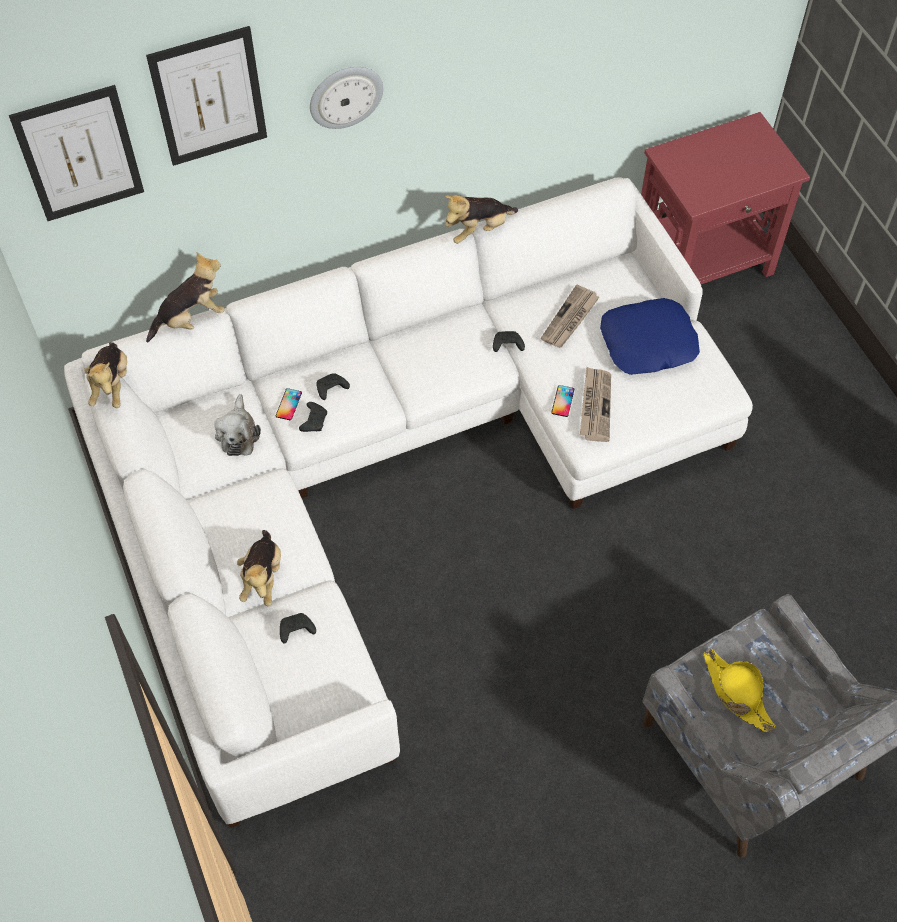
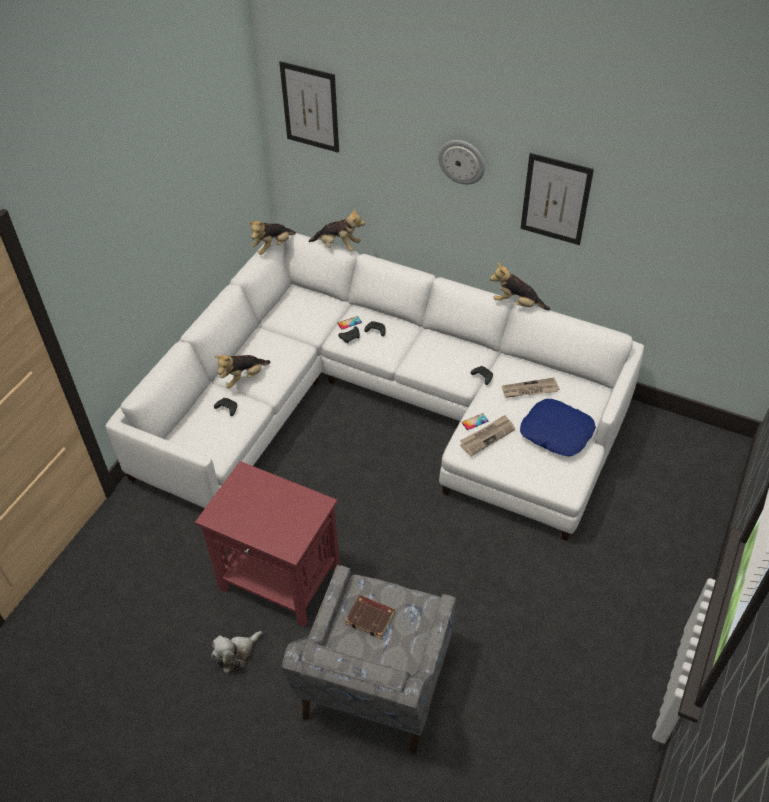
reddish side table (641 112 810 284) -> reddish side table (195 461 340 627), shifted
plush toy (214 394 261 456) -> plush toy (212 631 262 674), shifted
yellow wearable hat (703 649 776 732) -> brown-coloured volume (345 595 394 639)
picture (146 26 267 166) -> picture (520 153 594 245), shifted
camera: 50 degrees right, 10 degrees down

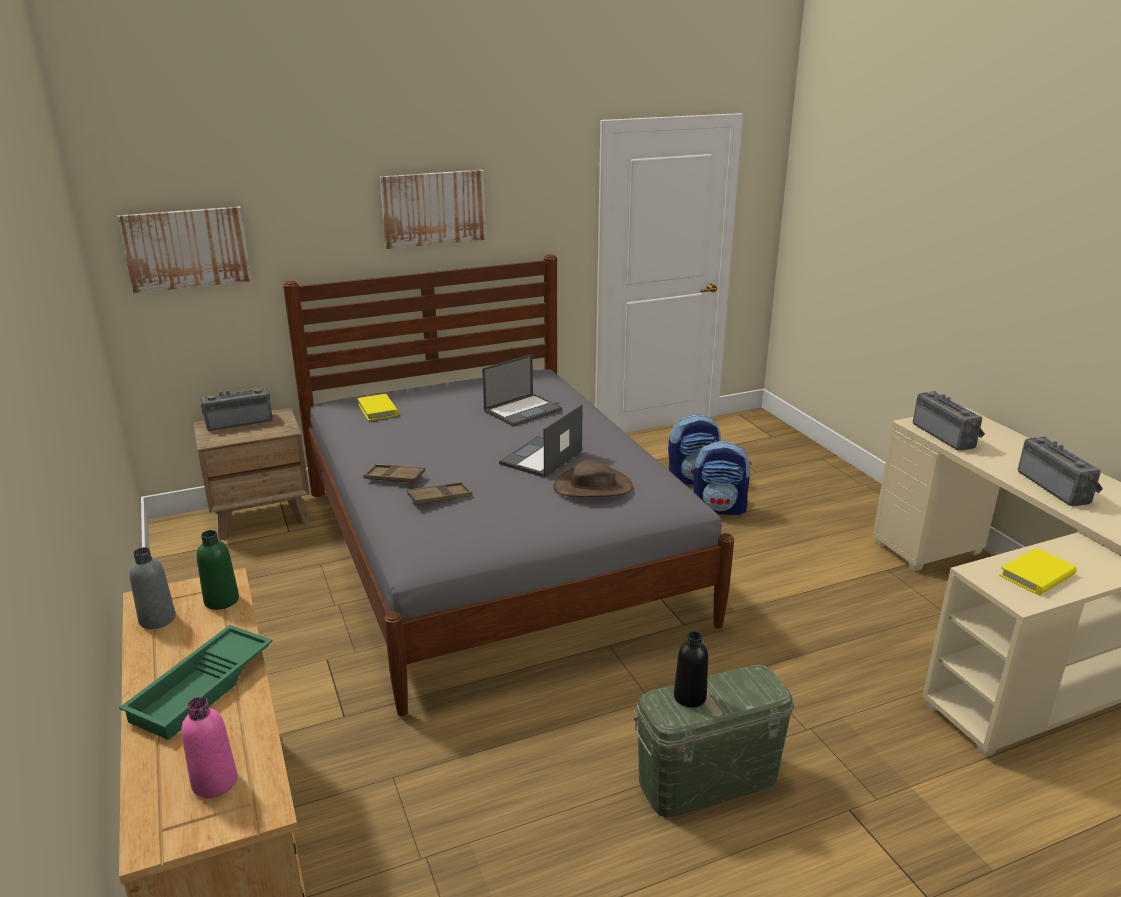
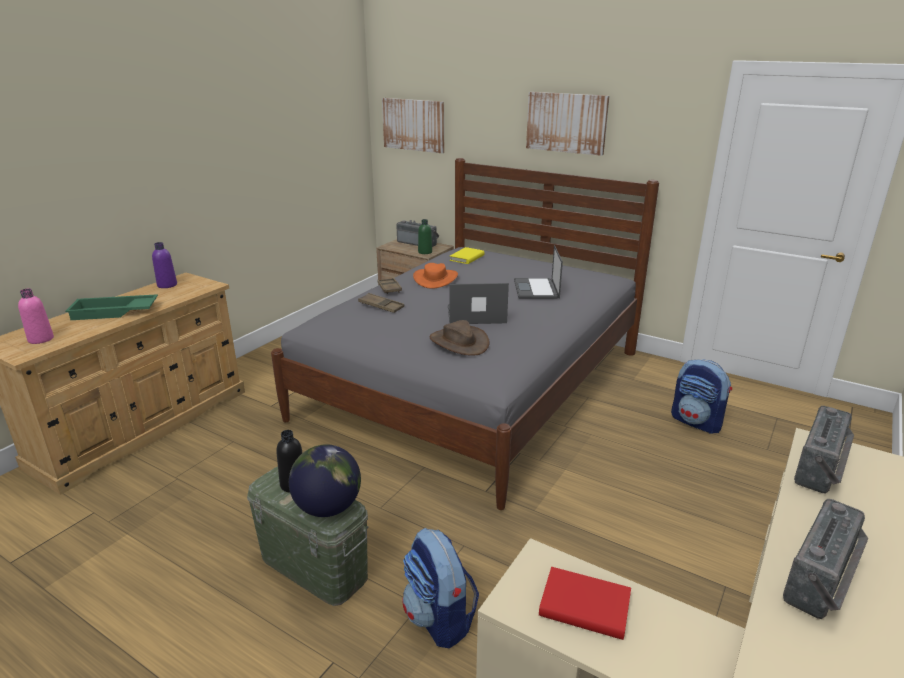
greyish bottle (129 547 176 629) -> purple bottle (152 242 177 288)
none -> world globe (289 444 361 517)
backpack (693 441 752 516) -> backpack (403 528 479 648), shifted
none -> orange wearable hat (413 263 458 289)
green bottle (197 530 239 610) -> green bottle (418 219 432 254), shifted
notebook computer (482 354 562 427) -> notebook computer (514 245 563 299), 75 degrees clockwise
yellow volume (999 548 1077 595) -> reddish volume (539 567 631 640)
camera: 55 degrees right, 0 degrees up

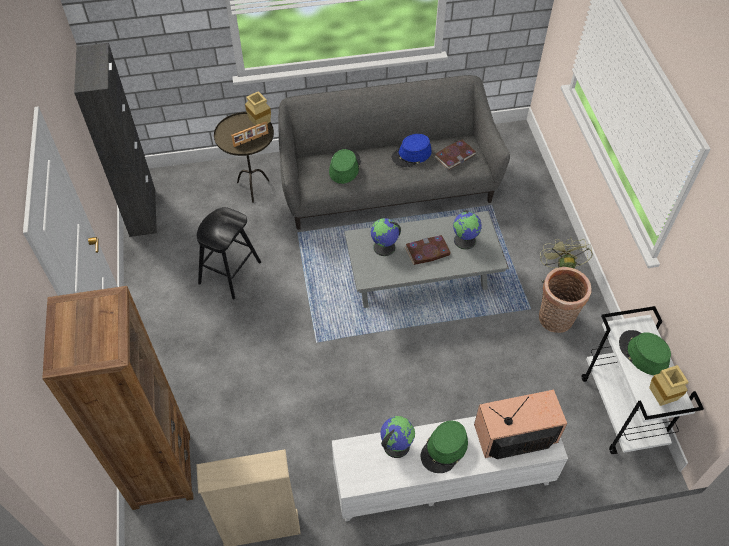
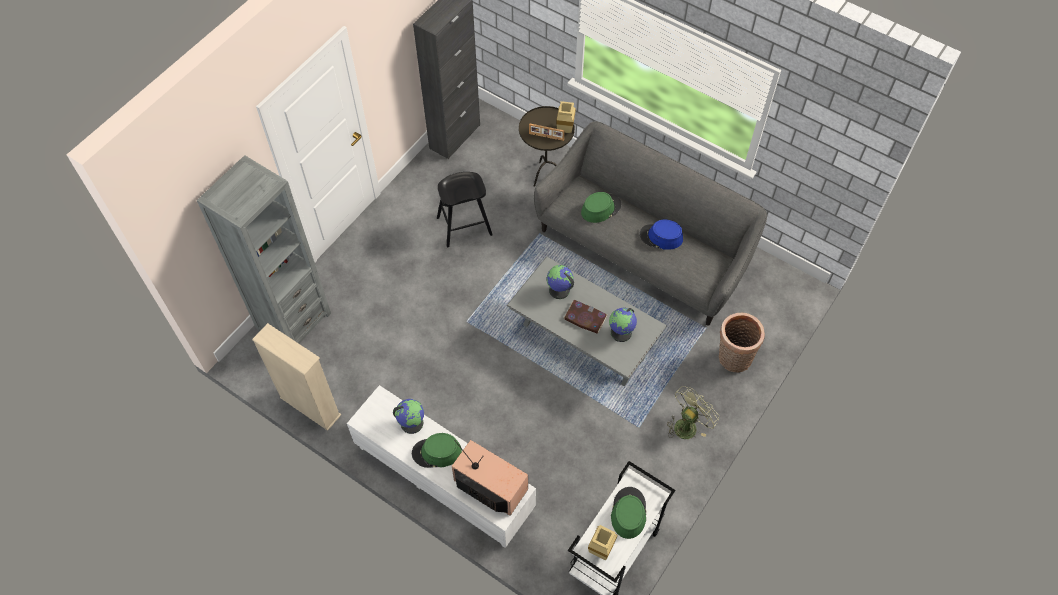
brown-coloured bookshelf (42 286 194 510) -> greyish bookshelf (197 155 331 344)
basket (539 267 592 333) -> basket (719 313 765 373), shifted
volume (435 140 476 170) -> none
camera: 45 degrees right, 5 degrees up

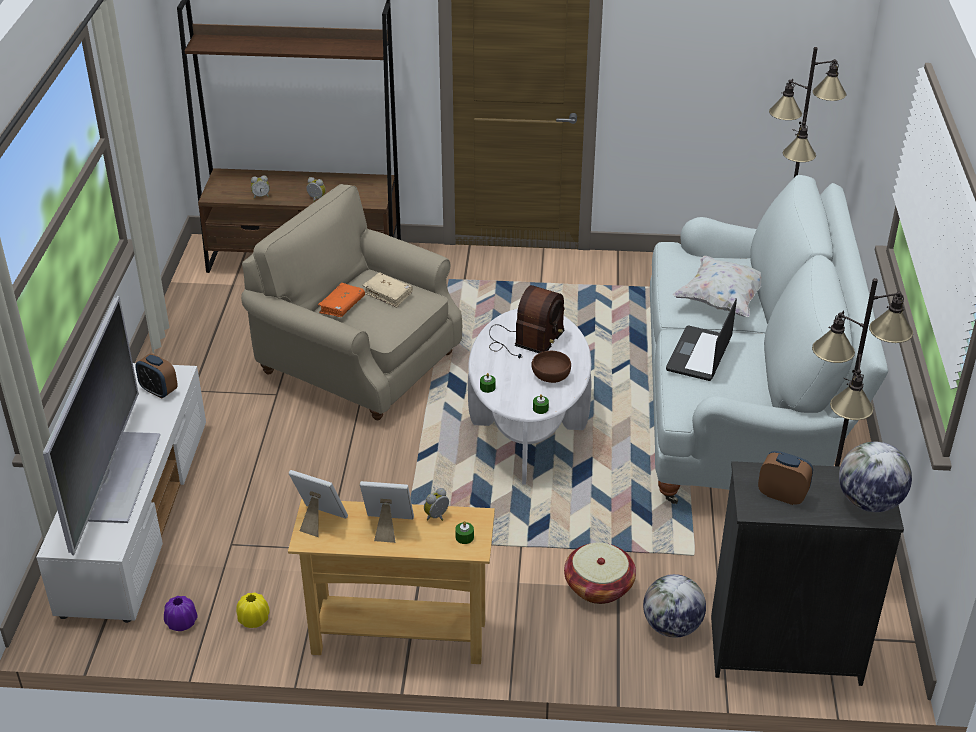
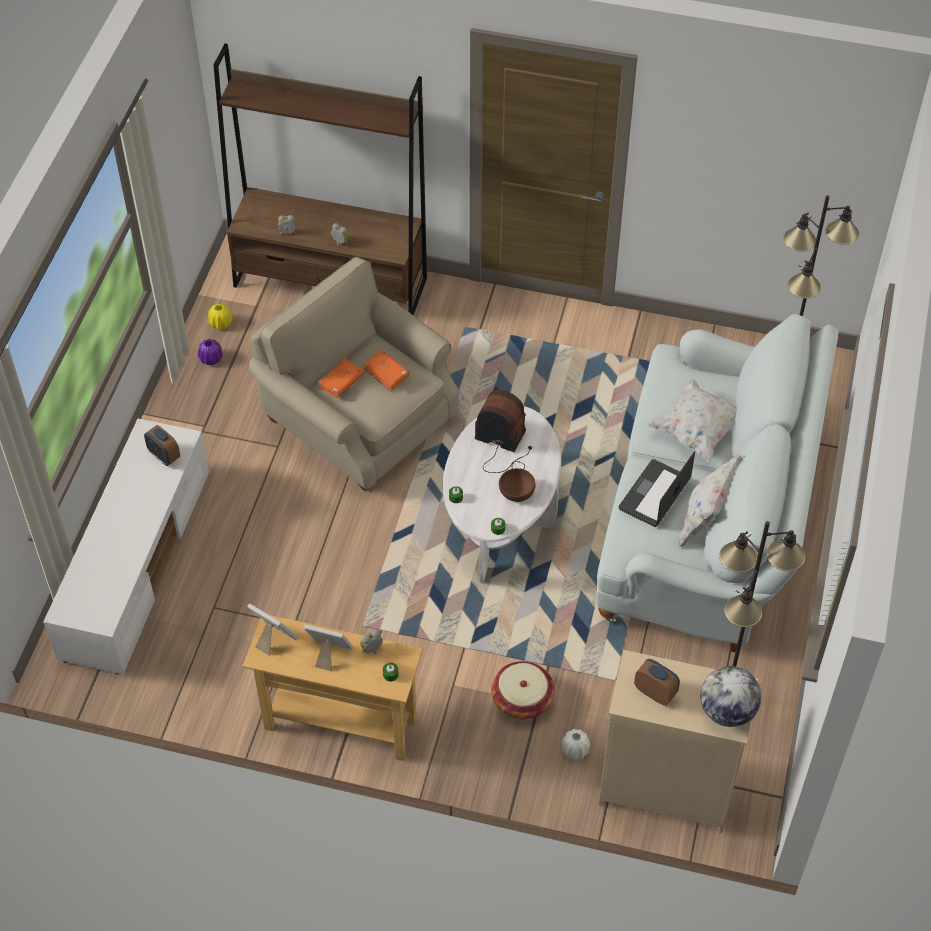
purple vase (164 596 197 631) -> purple vase (198 339 223 365), shifted
yellow vase (236 592 270 628) -> yellow vase (208 304 233 329), shifted
sand-coloured volume (363 272 413 308) -> orange volume (363 350 410 392)
radio set (489 285 565 358) -> radio set (475 390 532 473), 105 degrees counterclockwise
world globe (643 574 706 638) -> whitish vase (561 729 590 760)
blackish drawer chest (711 461 904 686) -> sand-coloured drawer chest (598 650 758 833)
none -> whitish cushion (679 453 741 546)
TV set (43 296 161 555) -> none
camera: 10 degrees right, 15 degrees up

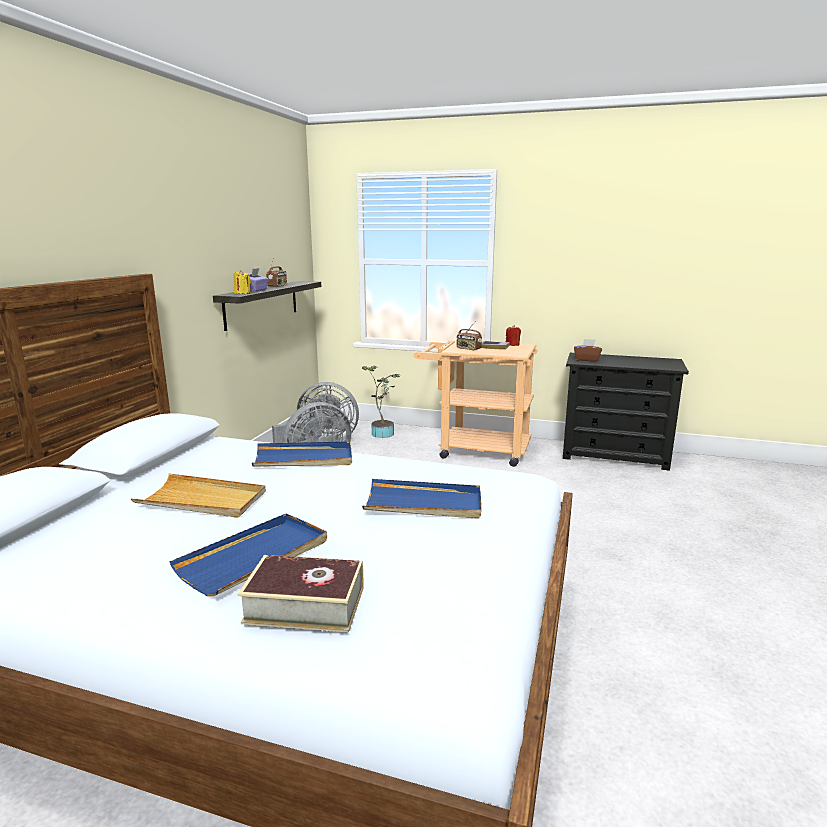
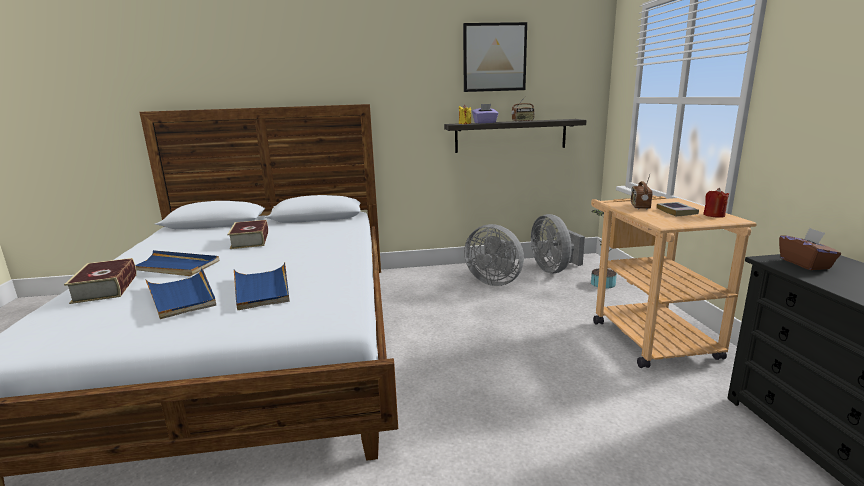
blue carrying tray (252 441 352 467) -> blue carrying tray (145 268 216 319), shifted
sand-coloured carrying tray (131 473 266 518) -> volume (227 220 268 249)
none -> picture (463 22 527 92)
camera: 65 degrees right, 0 degrees up

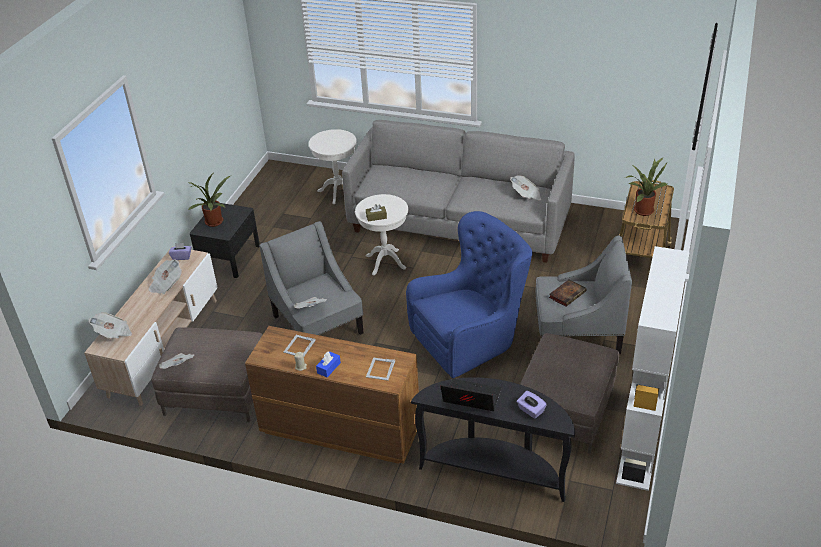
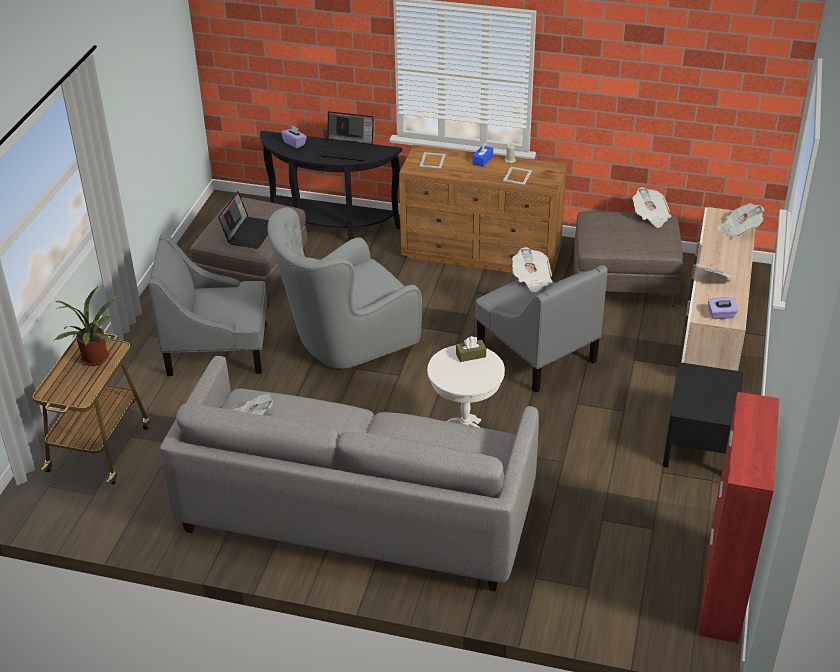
none -> notebook computer (218 191 269 249)
blue armchair (406 211 533 378) -> greyish armchair (267 207 422 369)
none -> reddish storage cabinet (698 392 779 643)
potted plant (187 172 230 227) -> none
whitish side table (309 129 357 204) -> none
volume (549 279 586 307) -> none
whitish bookshelf (616 246 690 491) -> none
camera: 175 degrees right, 0 degrees up

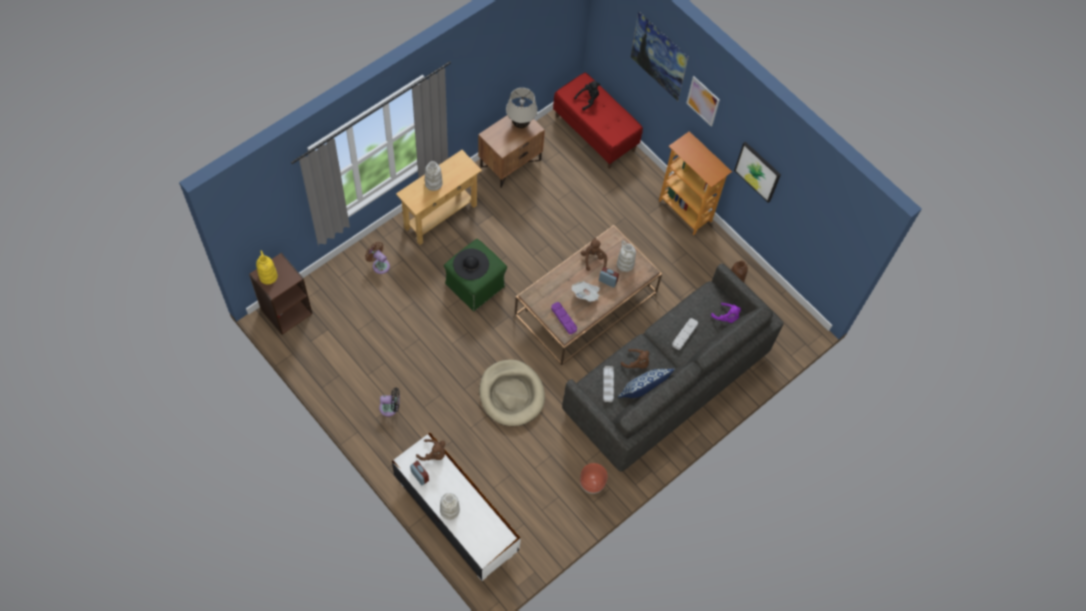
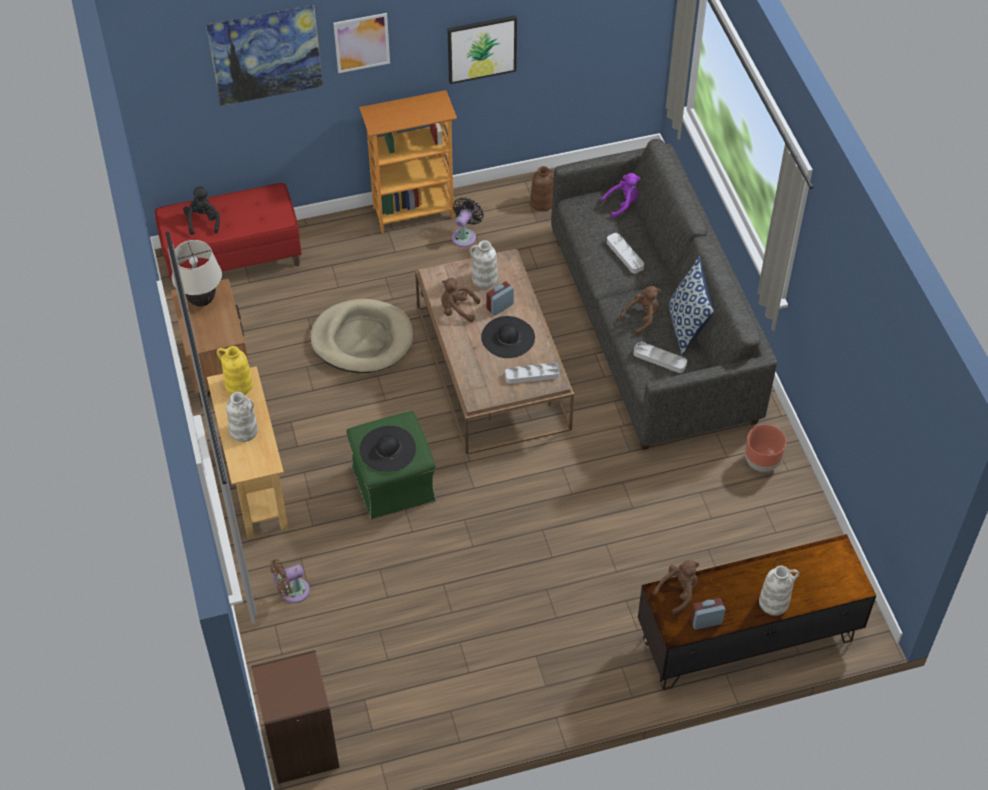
yellow vase (256 250 278 284) -> yellow vase (217 346 253 395), shifted
sand-coloured dog bed (479 359 545 426) -> sand-coloured dog bed (310 299 413 373), shifted
blackish cooling fan (379 388 400 417) -> blackish cooling fan (452 197 484 247), shifted
newspaper (571 281 600 302) -> blackish wearable hat (481 316 535 358)
purple carrying tray (551 302 577 334) -> greyish carrying tray (505 363 559 384)
whitish tv unit (392 433 521 581) -> brown-coloured tv unit (638 534 876 690)
camera: 60 degrees left, 10 degrees down

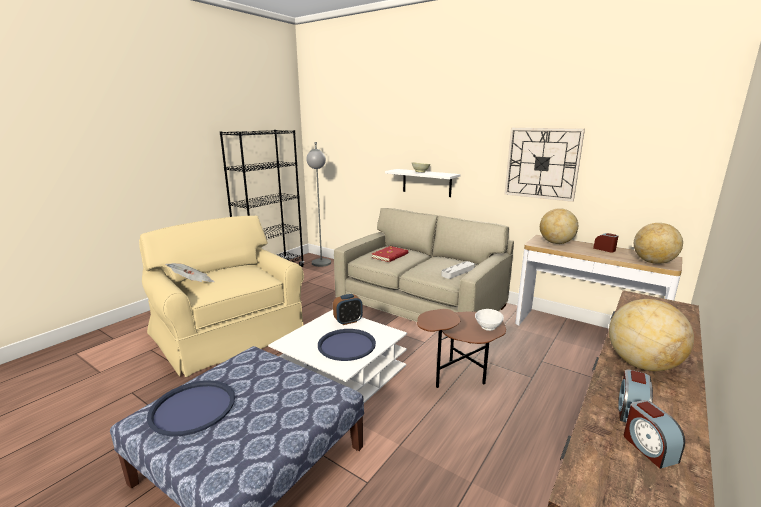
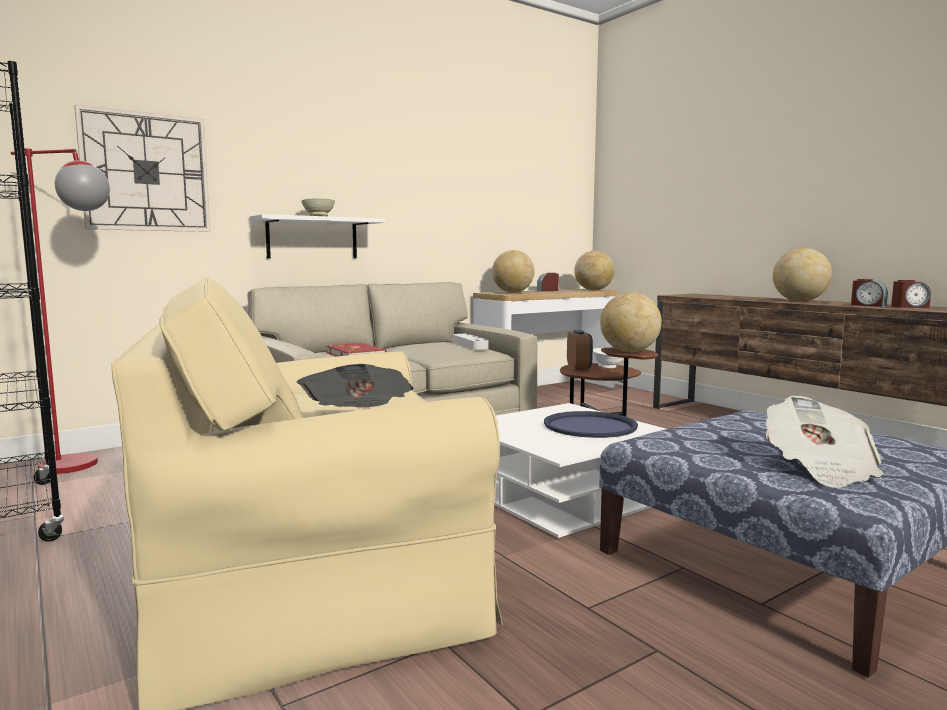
greyish standard lamp (306 142 331 267) -> reddish standard lamp (11 148 110 474)
hanging clock (504 128 585 202) -> hanging clock (74 105 211 232), shifted
bedside clock (333 294 363 325) -> bedside clock (567 330 593 370), shifted
none -> world globe (600 292 662 352)
blue carrying tray (147 380 235 437) -> newspaper (766 396 884 488)
camera: 70 degrees left, 10 degrees down

